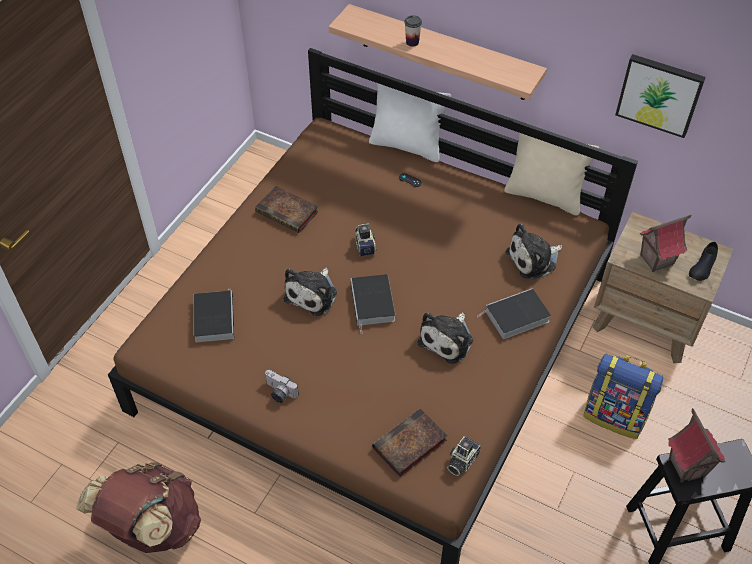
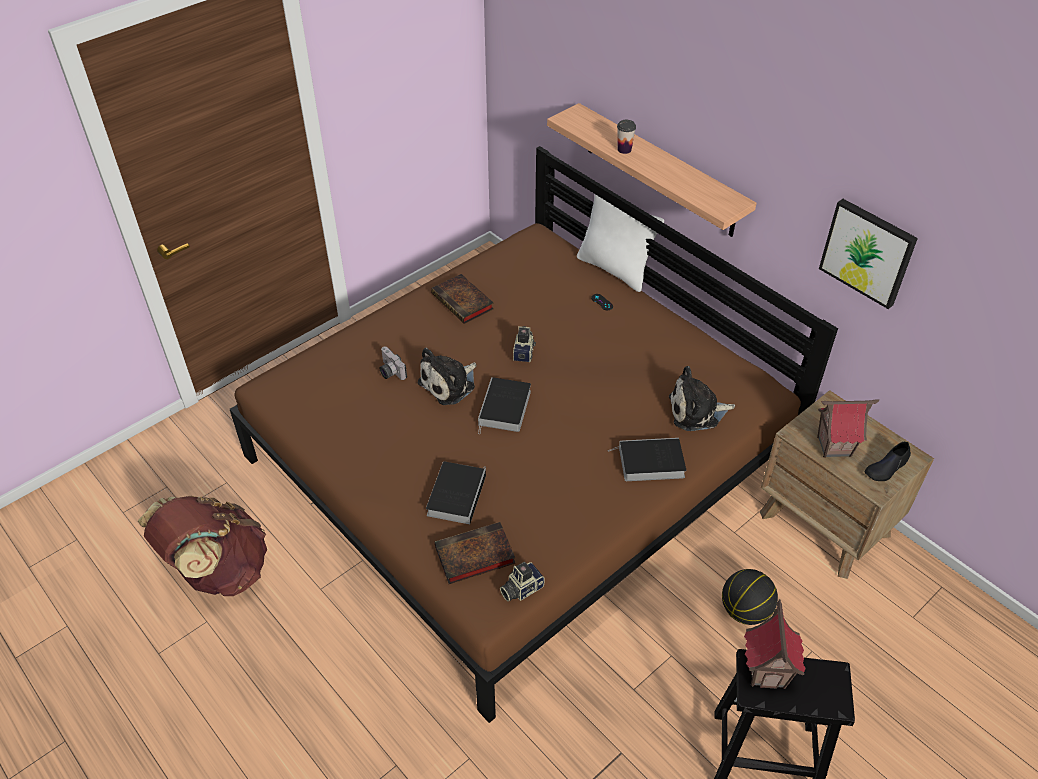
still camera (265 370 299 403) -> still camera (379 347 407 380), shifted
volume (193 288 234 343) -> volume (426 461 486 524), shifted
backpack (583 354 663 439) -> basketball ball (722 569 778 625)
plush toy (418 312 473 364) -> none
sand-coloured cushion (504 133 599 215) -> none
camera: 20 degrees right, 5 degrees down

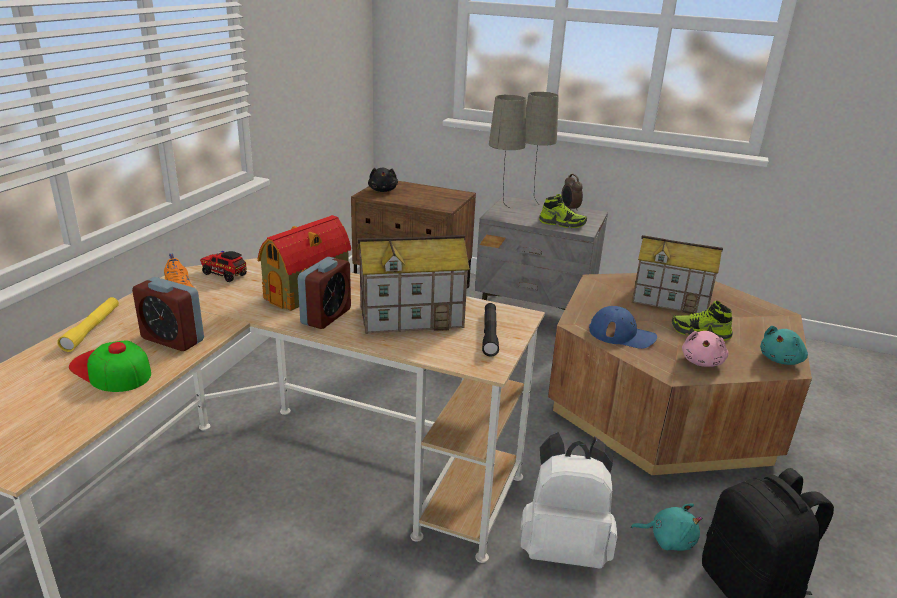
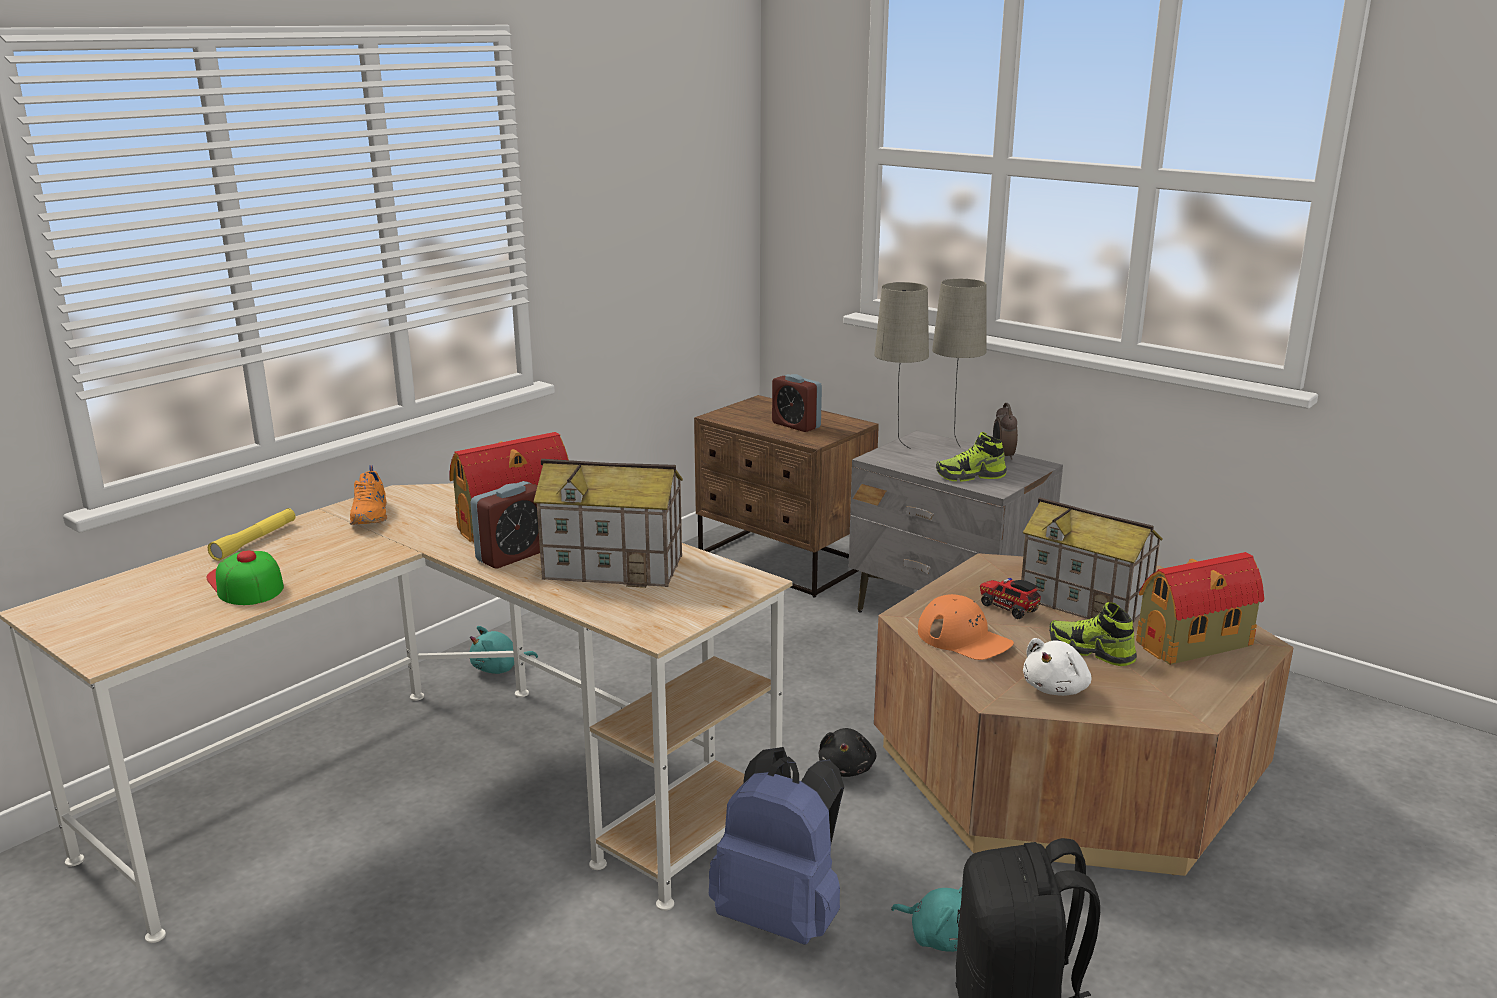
blue-green plush toy (760 326 808 365) -> blue-green plush toy (470 626 538 674), shifted
whitish backpack (520 432 618 569) -> blue backpack (709 747 844 945)
bedside clock (132 277 204 351) -> bedside clock (772 374 822 432), shifted
blackish plush toy (368 167 398 192) -> blackish plush toy (819 728 876 777), shifted
blue cap (589 306 657 349) -> orange cap (918 594 1014 660)
shoe (539 194 587 228) -> shoe (936 432 1007 481), 135 degrees clockwise
toy truck (200 251 247 282) -> toy truck (980 578 1041 619), shifted
pinkish plush toy (682 331 729 367) -> whitish plush toy (1023 638 1092 696)
none -> toy house (1136 552 1264 665)
blackish hand torch (482 303 499 357) -> none
camera: 20 degrees right, 5 degrees down

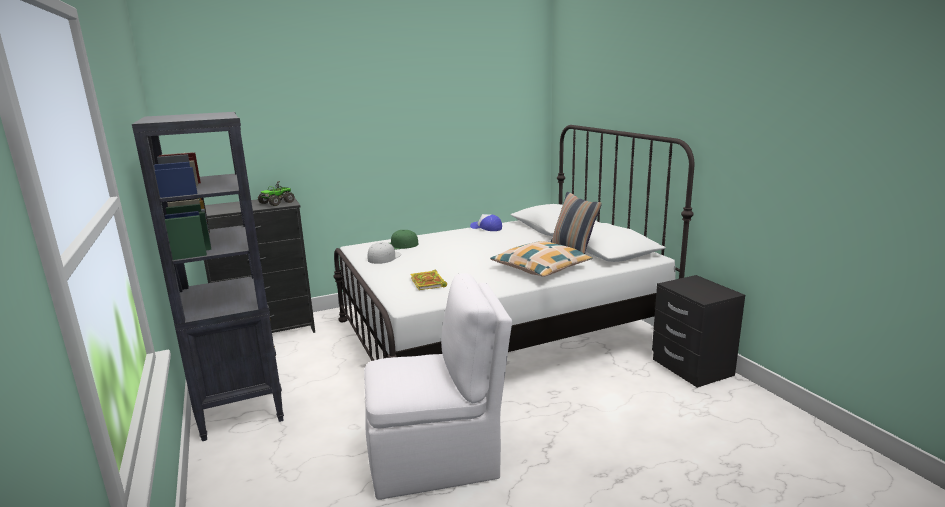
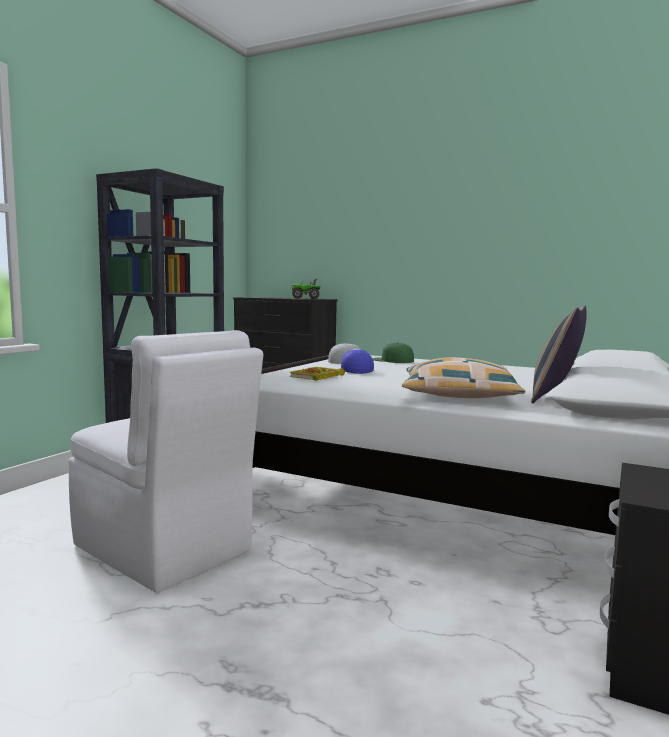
cap (470 214 502 231) -> cap (341 349 374 374), shifted
camera: 50 degrees right, 10 degrees down

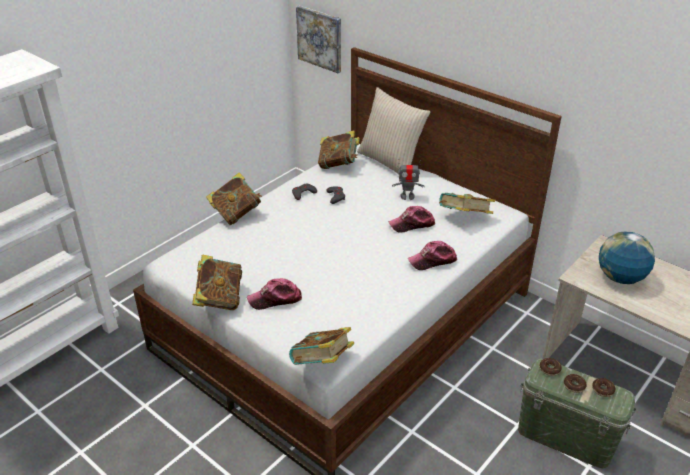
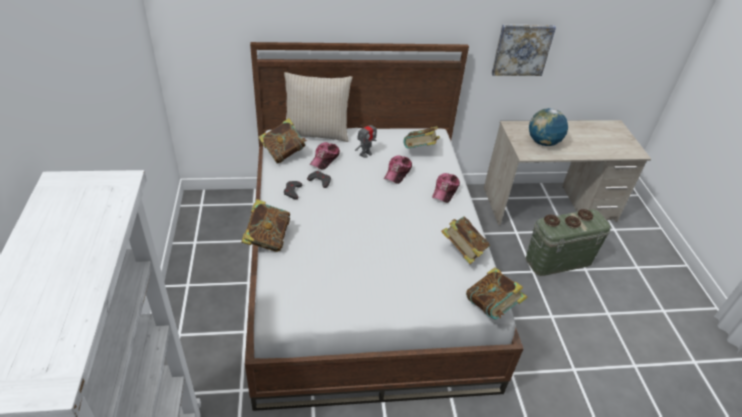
cap (247 278 302 310) -> cap (309 142 340 170), shifted
volume (192 254 242 310) -> volume (441 216 490 264), shifted
picture (296 6 341 73) -> picture (491 24 556 76), shifted
camera: 50 degrees left, 5 degrees up

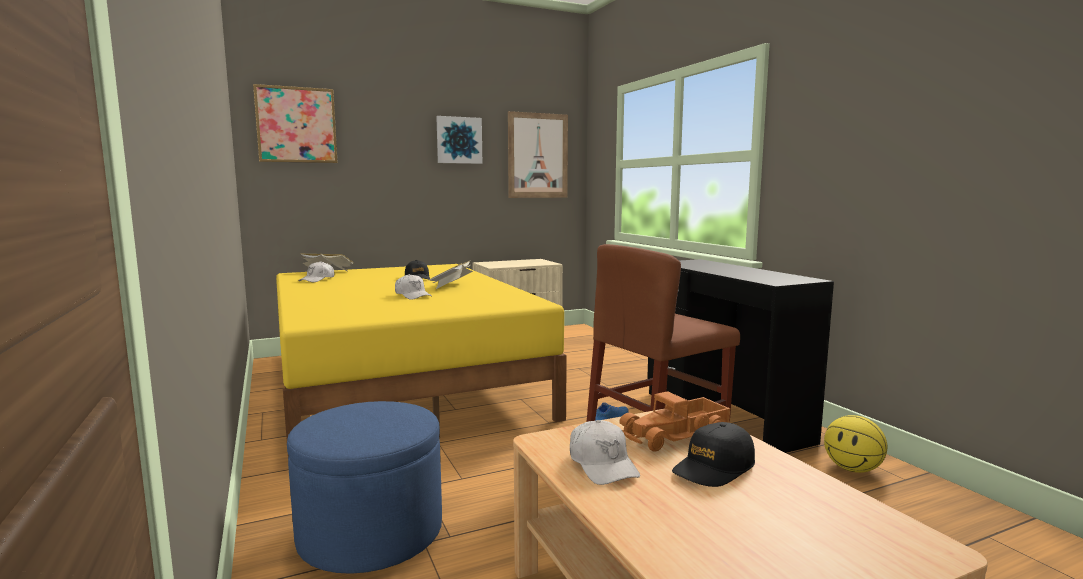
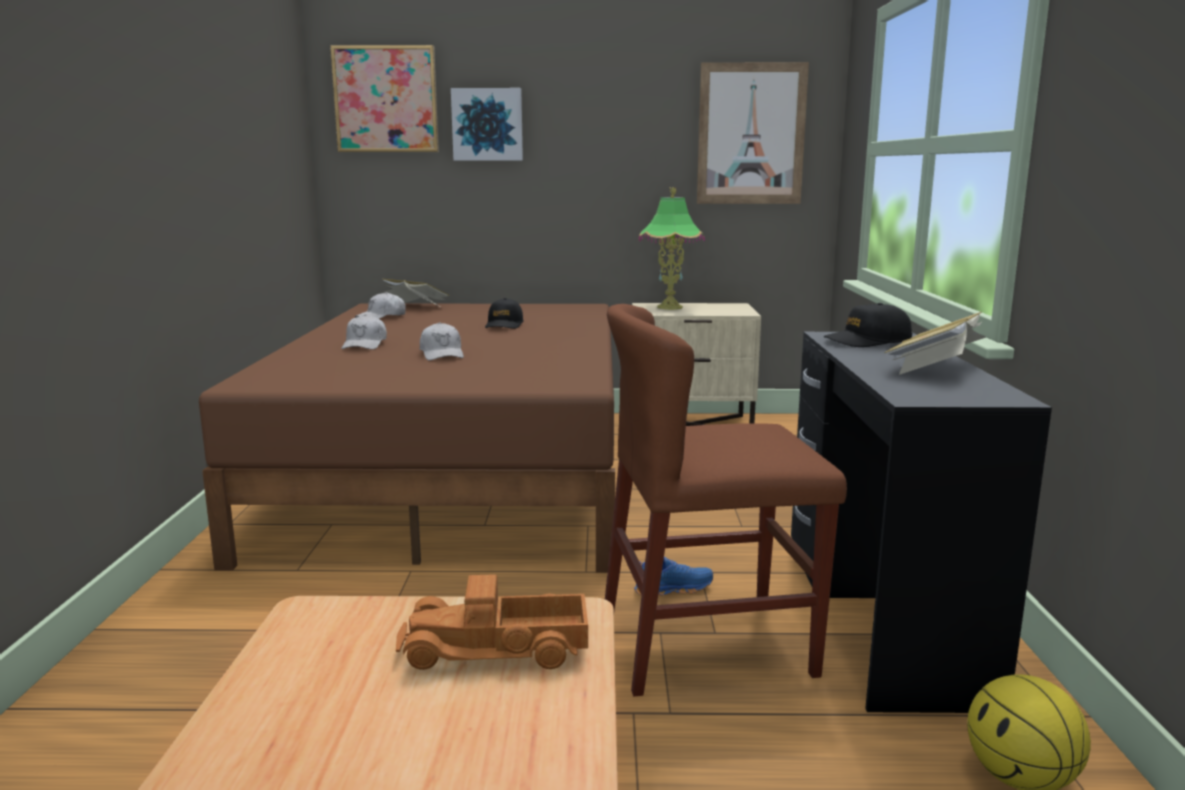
yellow sleeping bed (276 264 567 457) -> brown-coloured sleeping bed (199 303 615 573)
whitish cap (570 420 640 485) -> whitish cap (341 314 387 350), shifted
picture (436 116 482 164) -> picture (451 88 523 161), shifted
none -> tabletop lamp (639 187 705 310)
blackish cap (672 422 755 487) -> blackish cap (824 303 912 347), shifted
volume (429 261 473 289) -> volume (884 312 986 375), shifted
blue pouffe (287 401 442 574) -> none
camera: 25 degrees right, 5 degrees up

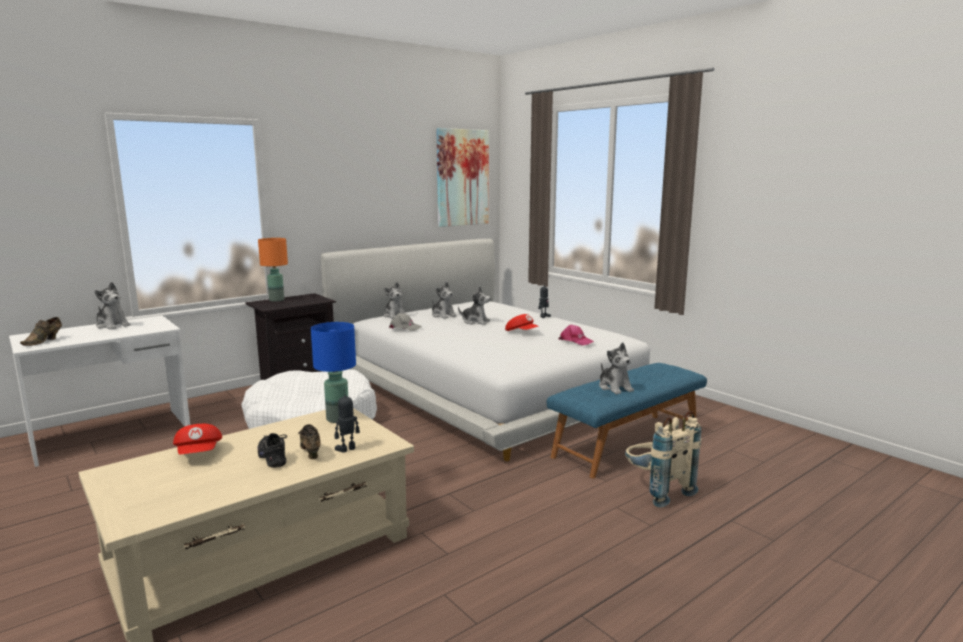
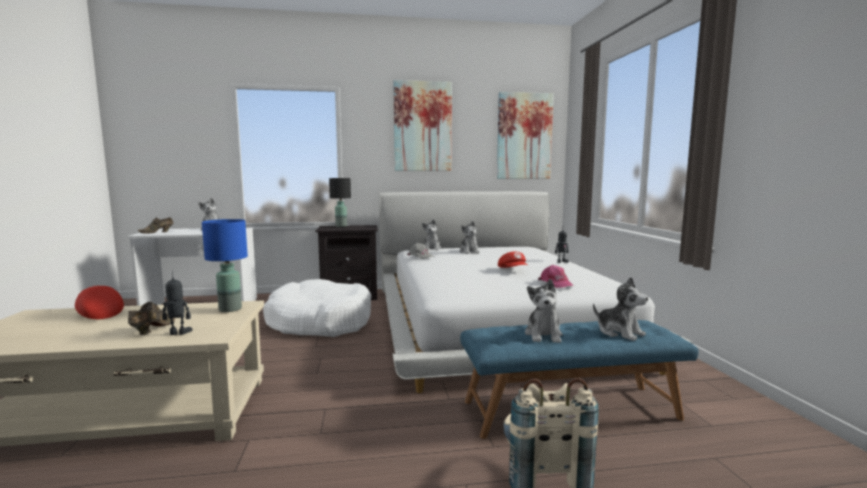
reddish cap (173 424 222 454) -> reddish cap (75 285 124 319), 120 degrees clockwise
orange tabletop lamp (258 238 288 302) -> blackish tabletop lamp (329 178 351 227)
none -> picture (393 80 452 171)
plush toy (458 286 491 325) -> plush toy (593 277 648 341), shifted
blackish shoe (257 433 287 468) -> none
camera: 30 degrees right, 5 degrees down

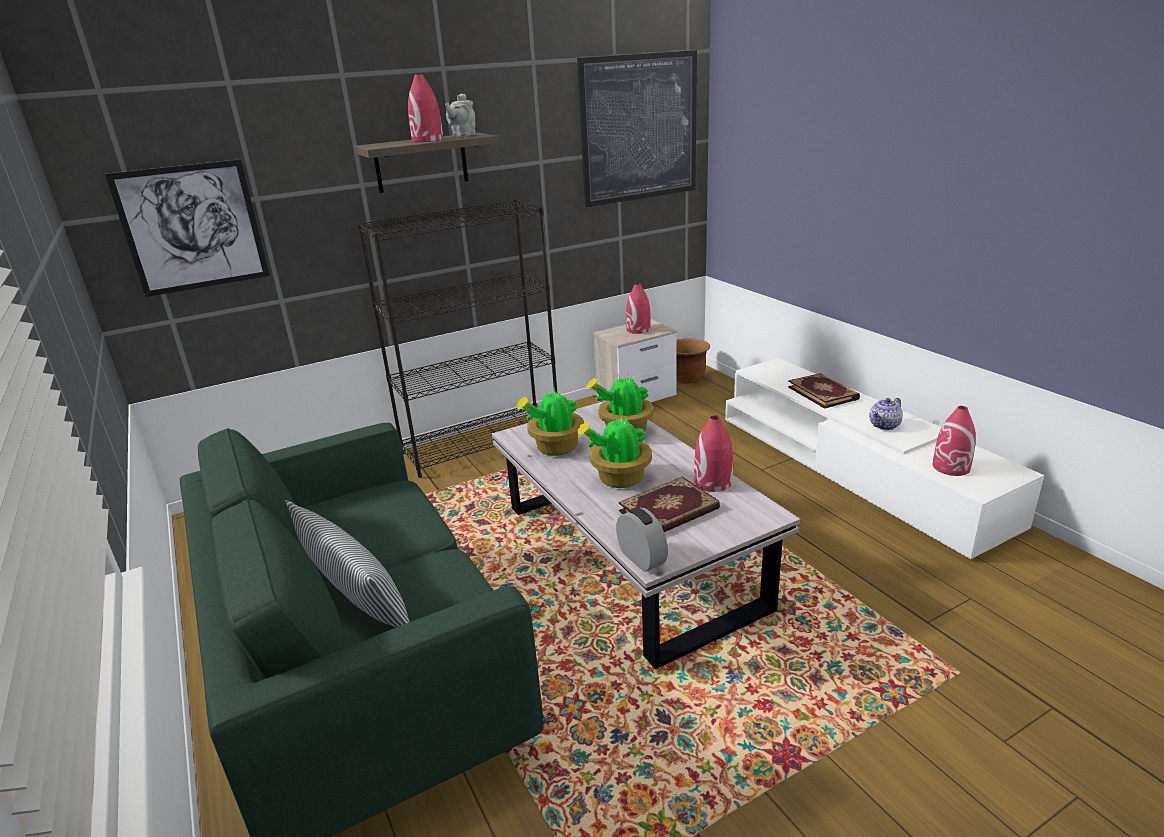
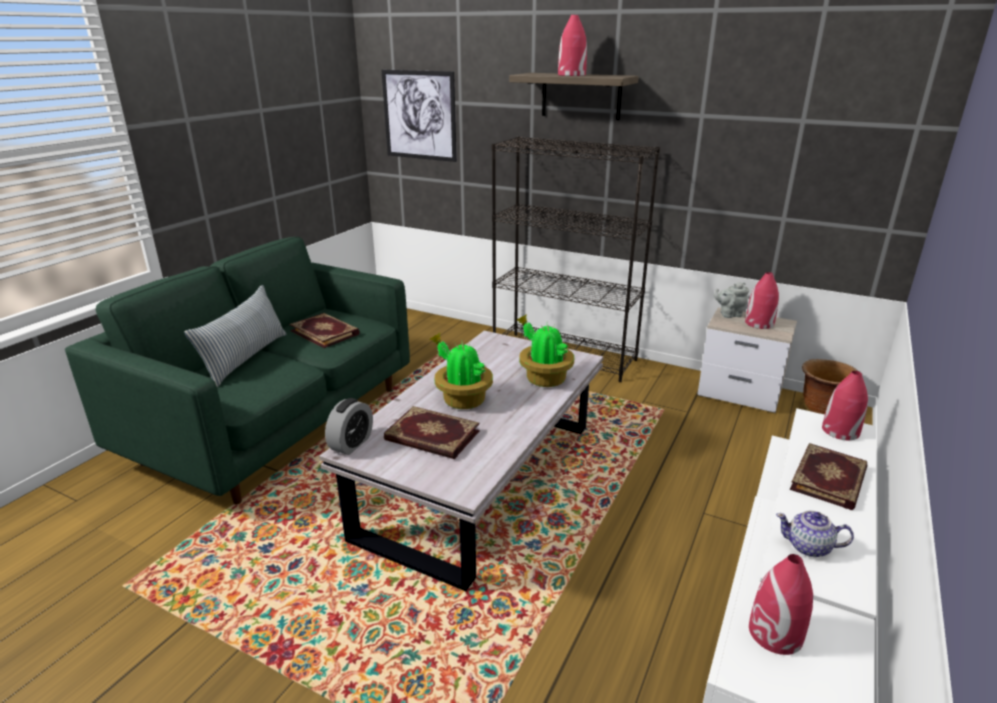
none -> volume (289 313 360 348)
greyish teapot (445 93 476 137) -> greyish teapot (714 282 749 318), shifted
reddish vase (694 415 733 492) -> reddish vase (822 371 868 440), shifted
potted plant (516 390 584 456) -> none
picture (577 50 697 207) -> none
camera: 55 degrees right, 0 degrees up

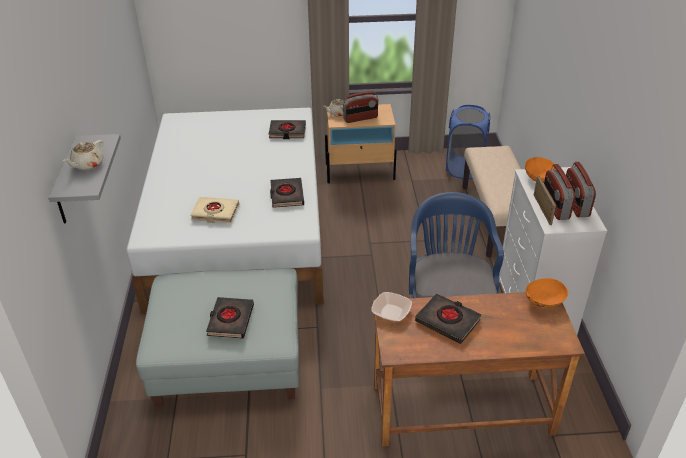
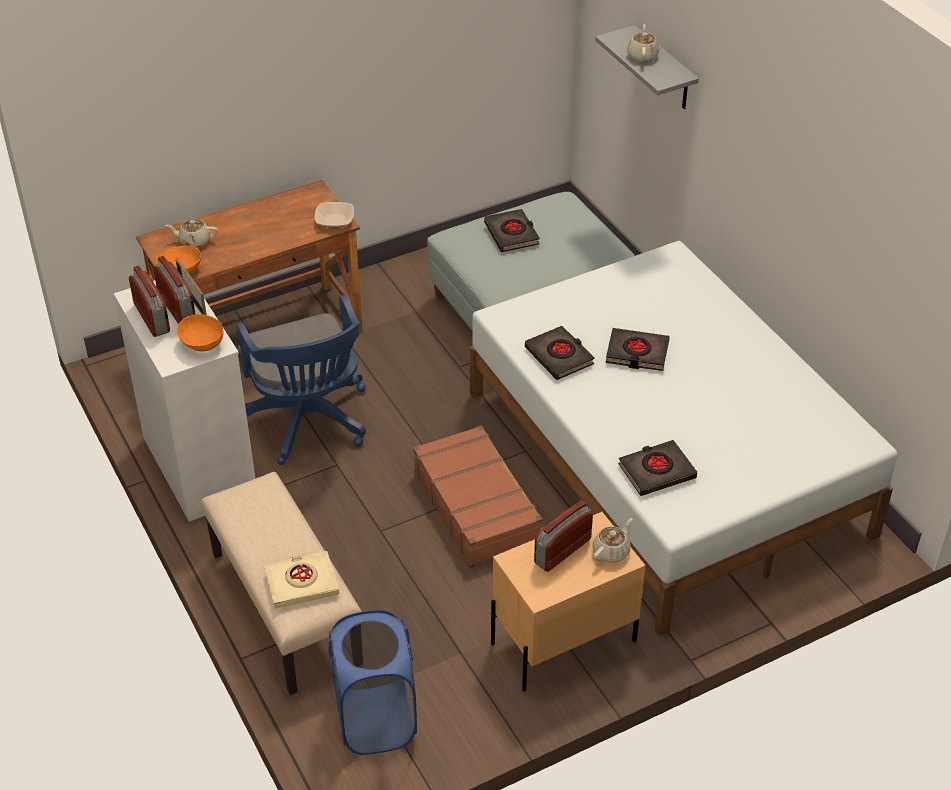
none -> sand-coloured teapot (166 219 218 248)
sand-coloured volume (190 197 239 223) -> sand-coloured volume (264 551 339 609), shifted
none -> brown-coloured piece of luggage (413 426 542 568)
blackish volume (415 293 481 344) -> blackish volume (606 328 670 371), shifted
camera: 155 degrees right, 5 degrees up

